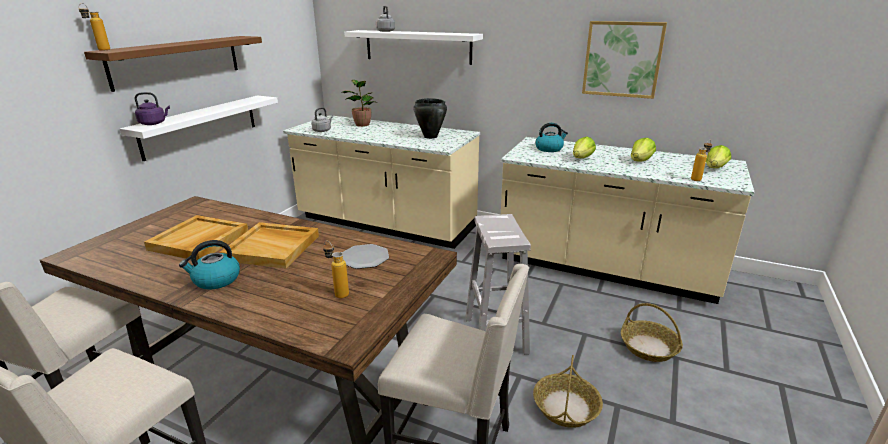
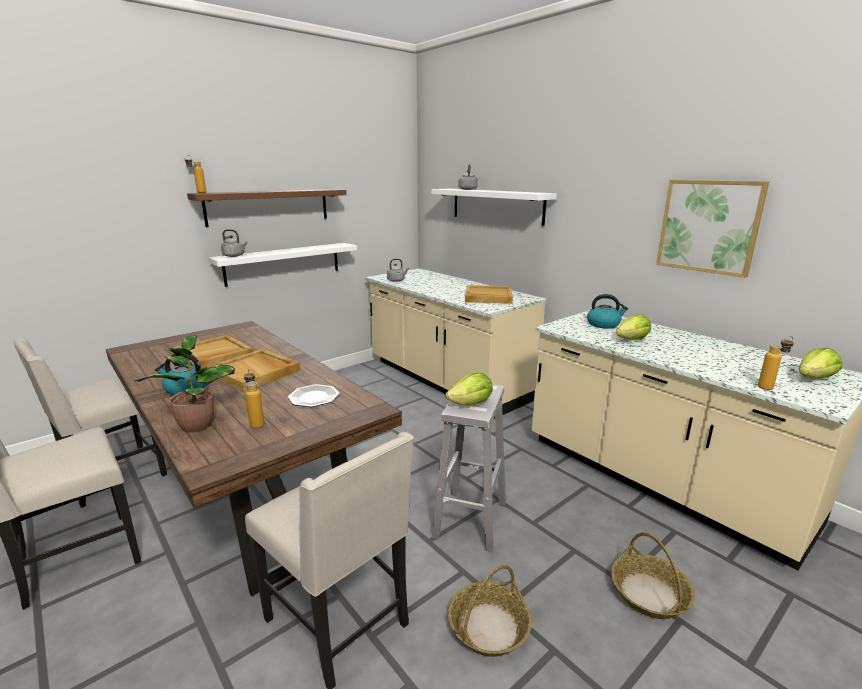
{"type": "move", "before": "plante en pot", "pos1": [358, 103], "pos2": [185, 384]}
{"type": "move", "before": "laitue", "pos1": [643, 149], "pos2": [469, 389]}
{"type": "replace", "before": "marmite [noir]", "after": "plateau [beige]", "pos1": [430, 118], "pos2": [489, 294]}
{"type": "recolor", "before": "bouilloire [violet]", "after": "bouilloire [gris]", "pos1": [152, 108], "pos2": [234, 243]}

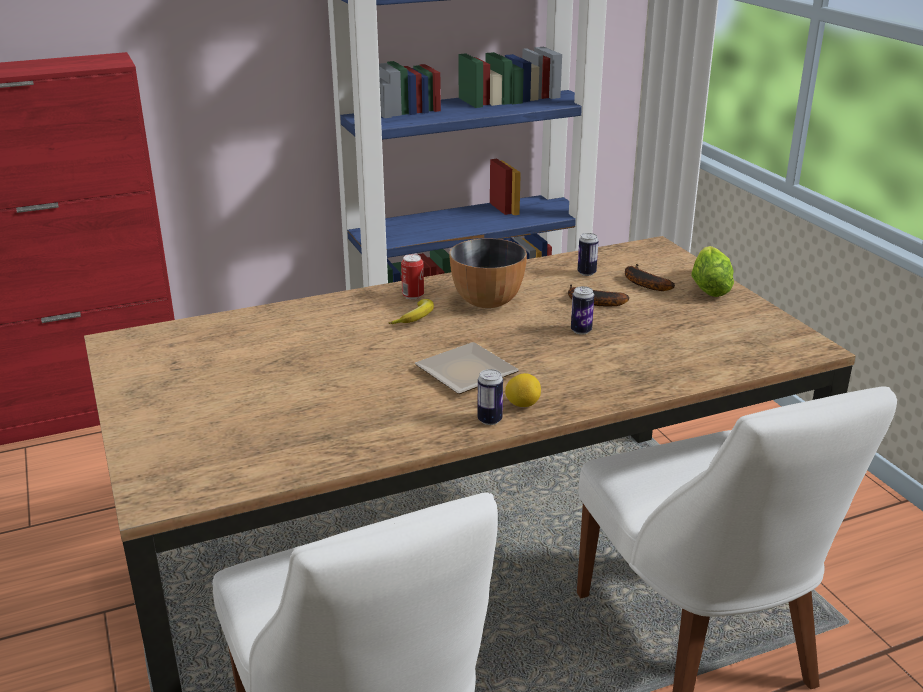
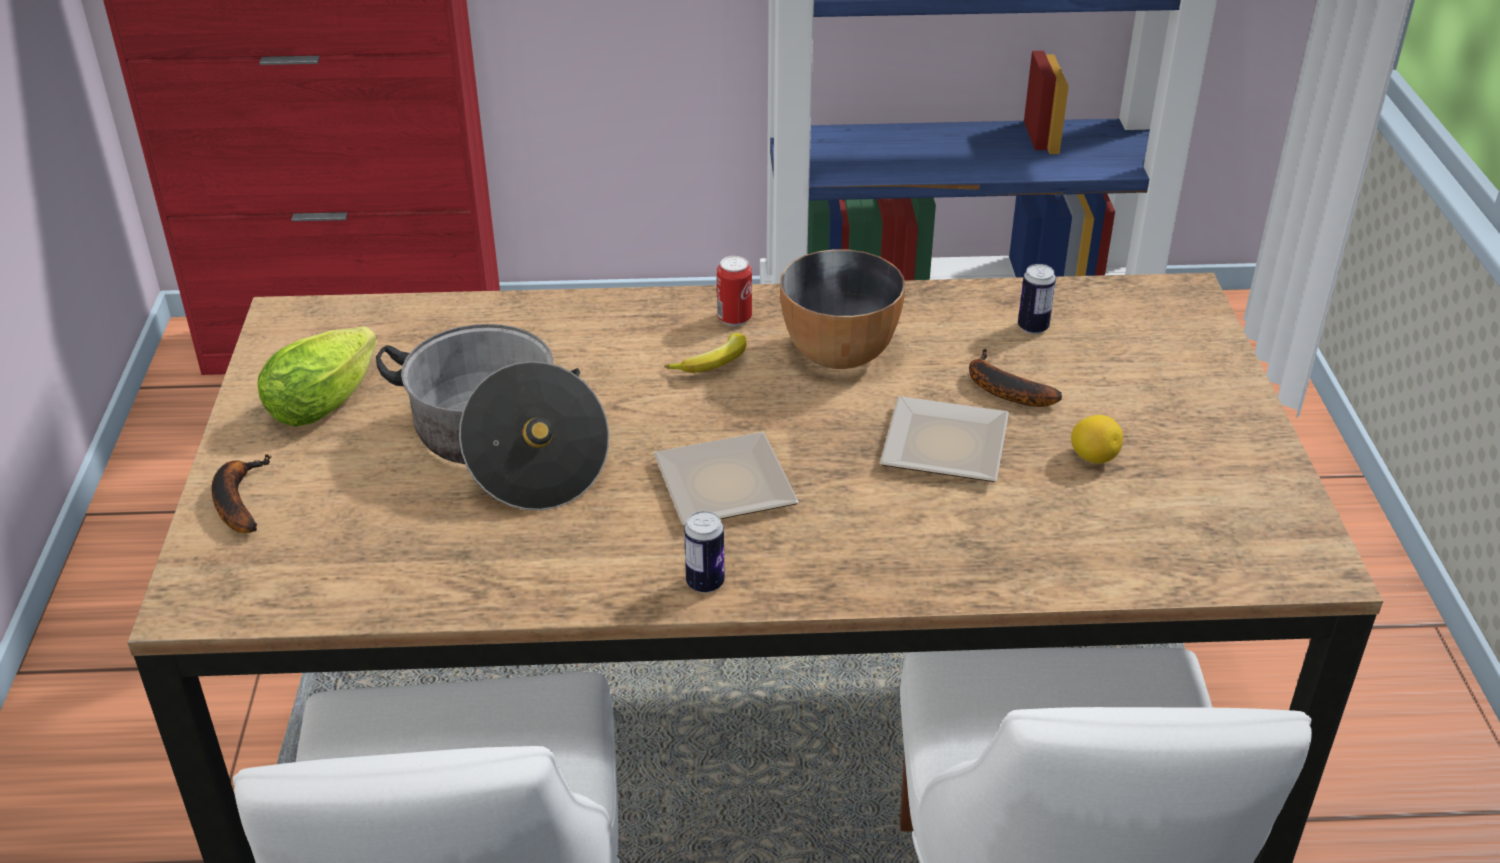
{"type": "insert", "after": "marmite", "pos2": [492, 417]}
{"type": "move", "before": "citron", "pos1": [523, 390], "pos2": [1097, 439]}
{"type": "move", "before": "banane", "pos1": [650, 277], "pos2": [241, 493]}
{"type": "move", "before": "laitue", "pos1": [712, 271], "pos2": [317, 376]}
{"type": "replace", "before": "boîte métallique", "after": "assiette", "pos1": [582, 310], "pos2": [944, 439]}

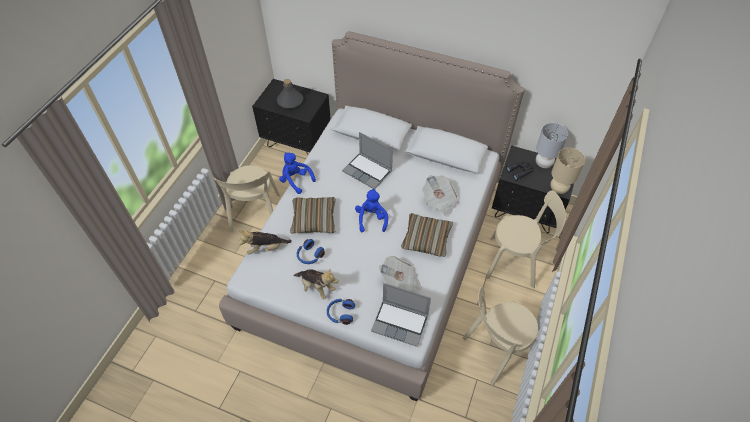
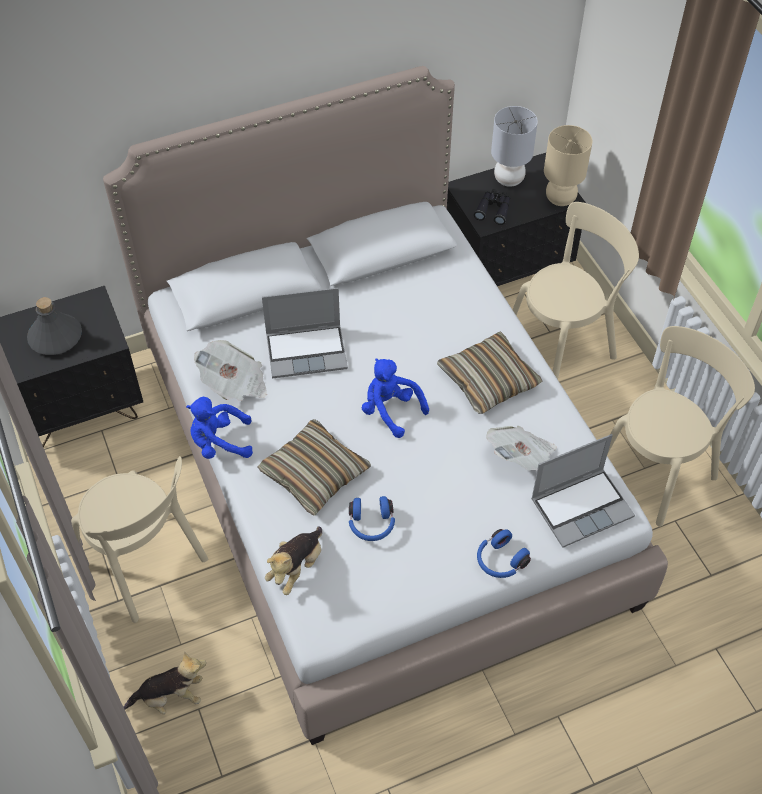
{"type": "move", "before": "peluche", "pos1": [315, 284], "pos2": [165, 683]}
{"type": "move", "before": "journal", "pos1": [440, 196], "pos2": [230, 370]}
{"type": "rotate", "before": "chaise [beige]", "pos1": [500, 336], "pos2": [681, 426], "turn": -150}

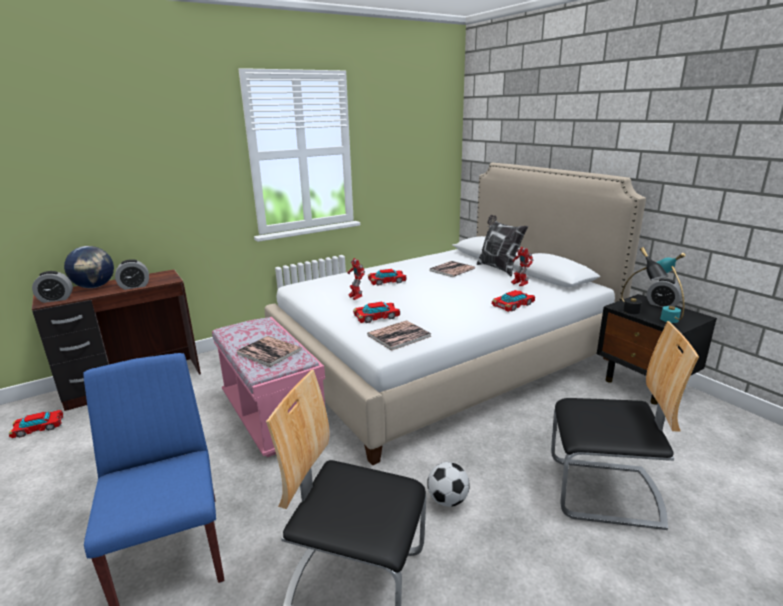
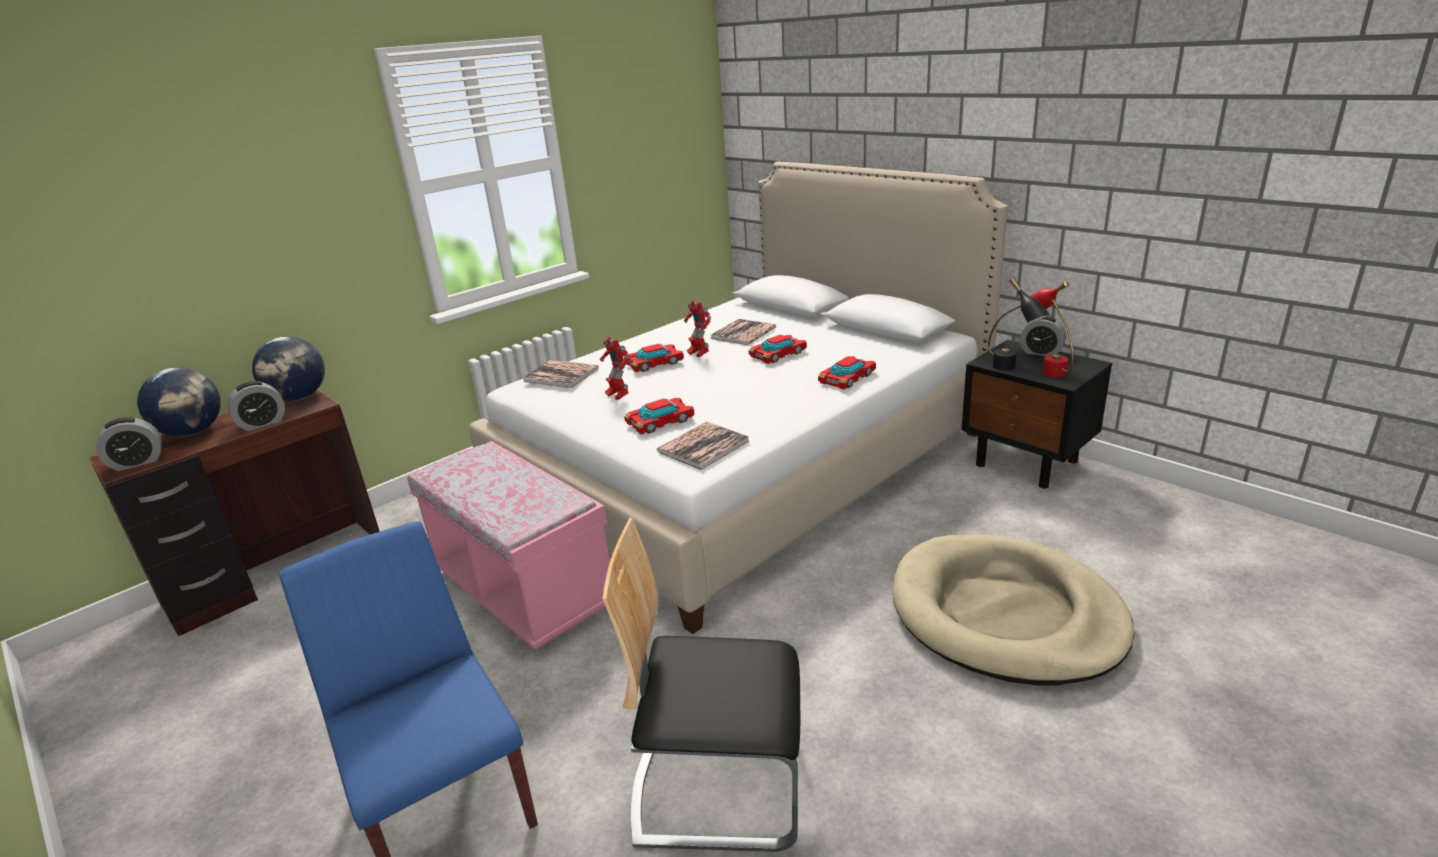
{"type": "delete", "before": "ballon de foot", "pos1": [448, 484]}
{"type": "delete", "before": "coussin", "pos1": [502, 246]}
{"type": "insert", "after": "globe", "pos2": [288, 369]}
{"type": "move", "before": "petite voiture", "pos1": [36, 424], "pos2": [778, 349]}
{"type": "move", "before": "livre", "pos1": [269, 351], "pos2": [561, 374]}
{"type": "move", "before": "robot jouet", "pos1": [522, 266], "pos2": [697, 328]}
{"type": "replace", "before": "chaise", "after": "panier pour chien [beige]", "pos1": [625, 425], "pos2": [1013, 610]}
{"type": "recolor", "before": "lampe de table [turquoise]", "after": "lampe de table [rouge]", "pos1": [671, 288], "pos2": [1052, 329]}

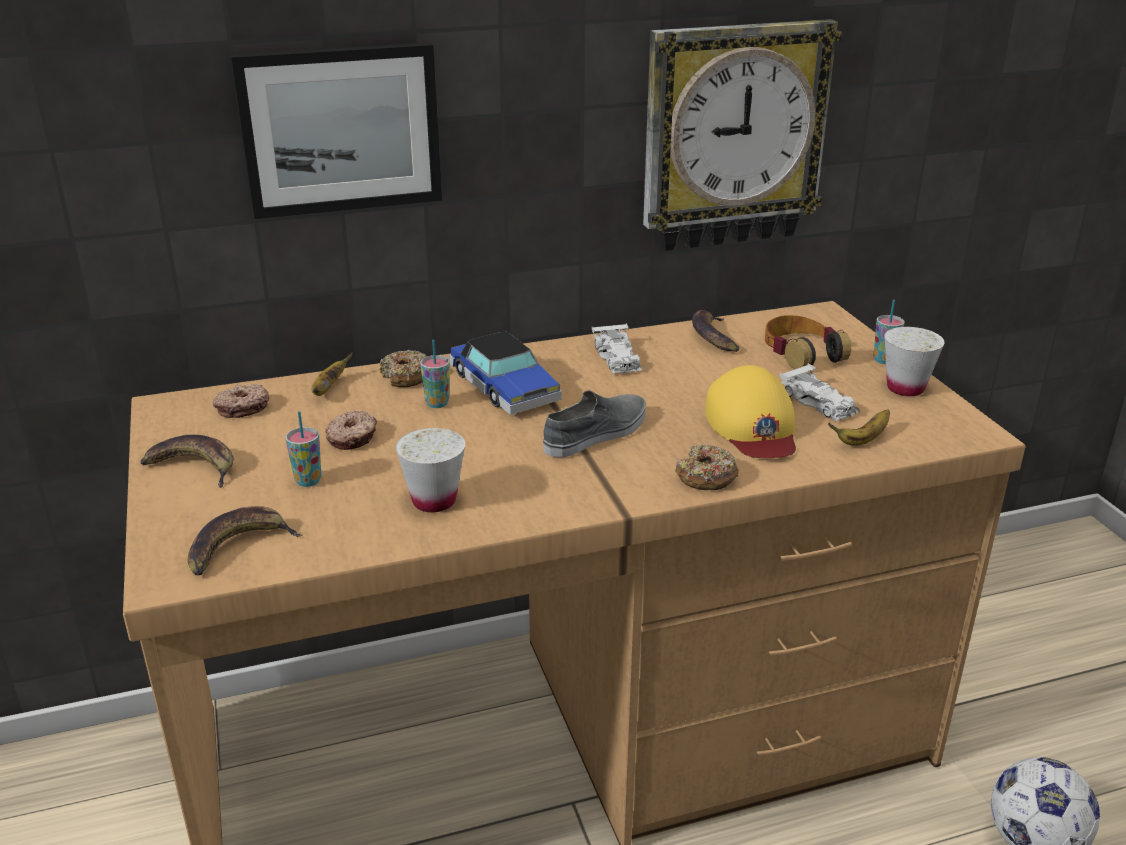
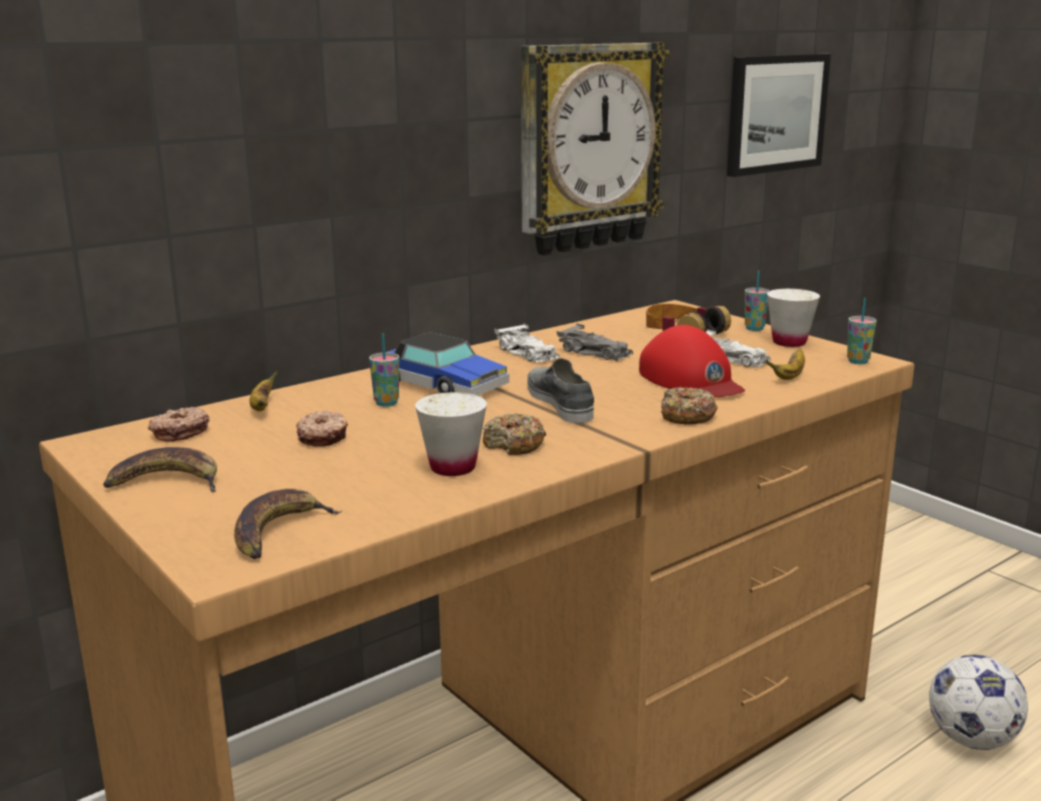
{"type": "delete", "before": "banane", "pos1": [715, 331]}
{"type": "insert", "after": "petite voiture [gris]", "pos2": [595, 342]}
{"type": "move", "before": "tableau", "pos1": [336, 131], "pos2": [779, 115]}
{"type": "move", "before": "tasse", "pos1": [303, 449], "pos2": [862, 331]}
{"type": "move", "before": "beignet", "pos1": [403, 368], "pos2": [514, 434]}
{"type": "recolor", "before": "casquette [jaune]", "after": "casquette [rouge]", "pos1": [750, 411], "pos2": [692, 361]}
{"type": "rotate", "before": "chaussure [gris]", "pos1": [594, 424], "pos2": [561, 391], "turn": -45}

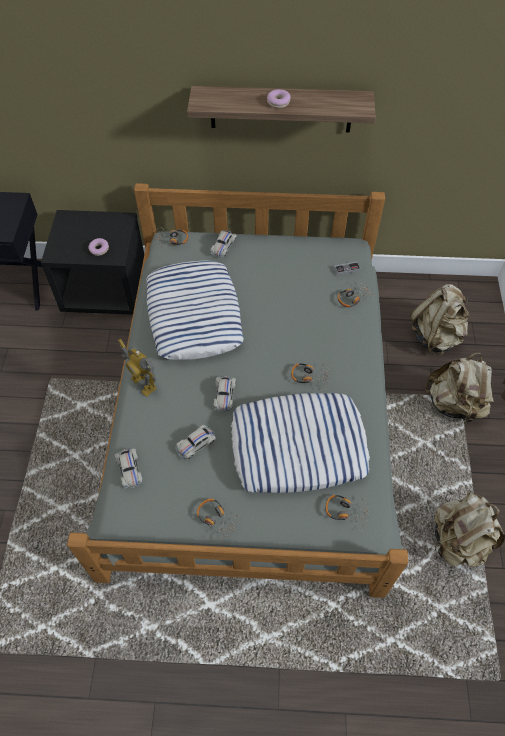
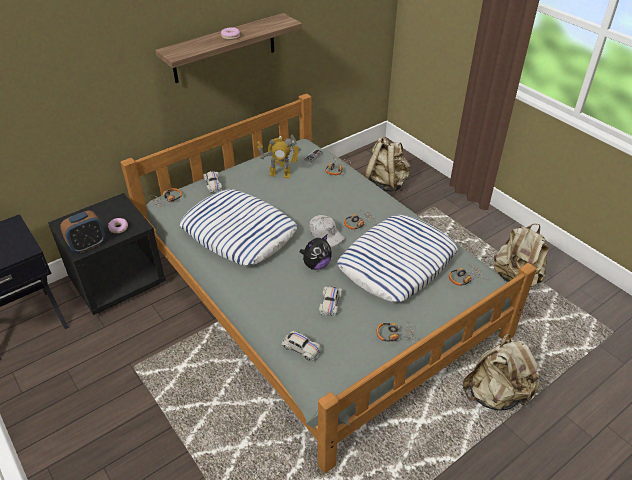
{"type": "insert", "after": "réveil", "pos2": [82, 232]}
{"type": "insert", "after": "casquette [blanc]", "pos2": [326, 231]}
{"type": "move", "before": "robot jouet", "pos1": [137, 368], "pos2": [279, 156]}
{"type": "move", "before": "sac à dos [beige]", "pos1": [459, 388], "pos2": [501, 372]}
{"type": "replace", "before": "petite voiture [blanc]", "after": "peluche", "pos1": [224, 393], "pos2": [315, 252]}

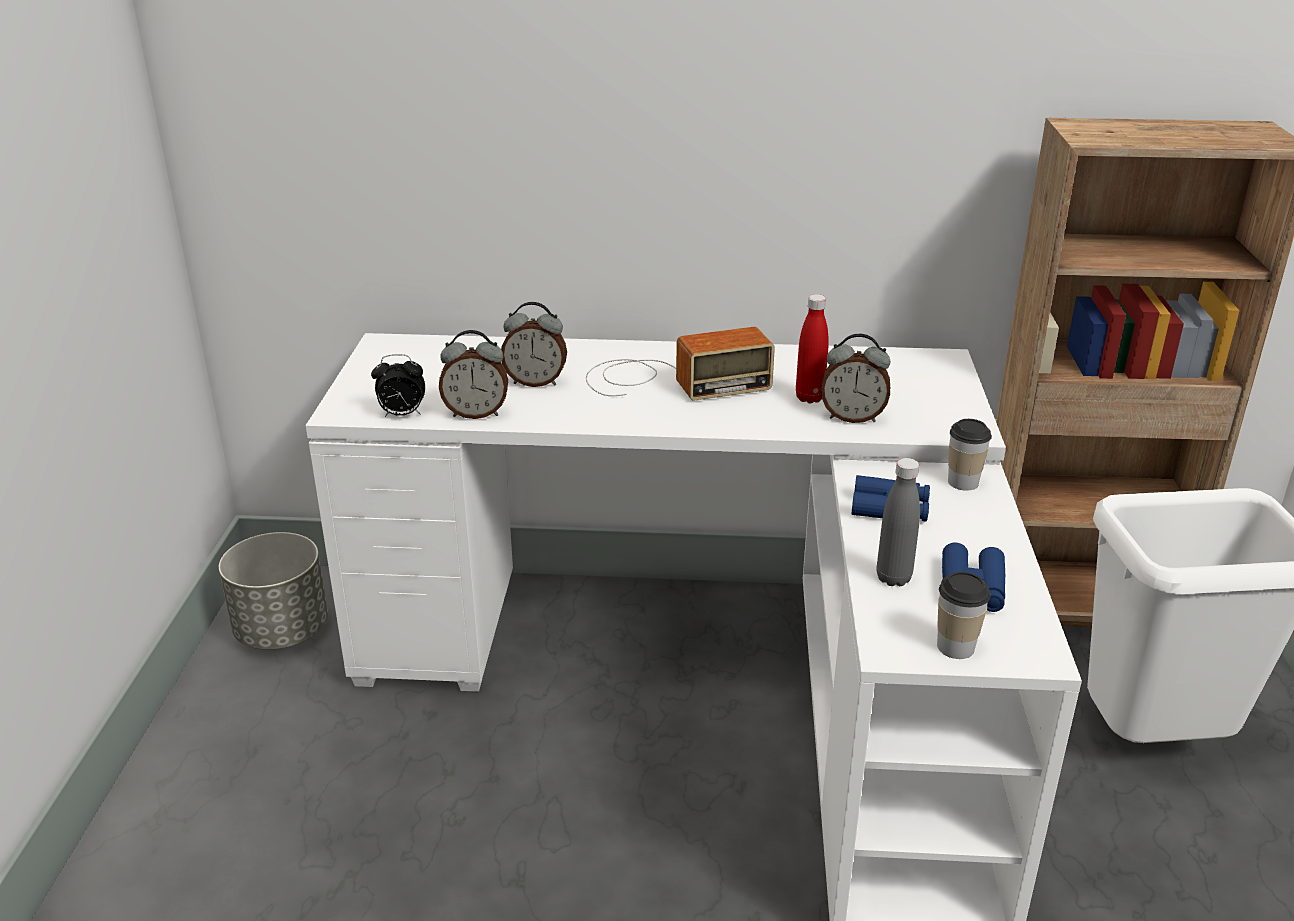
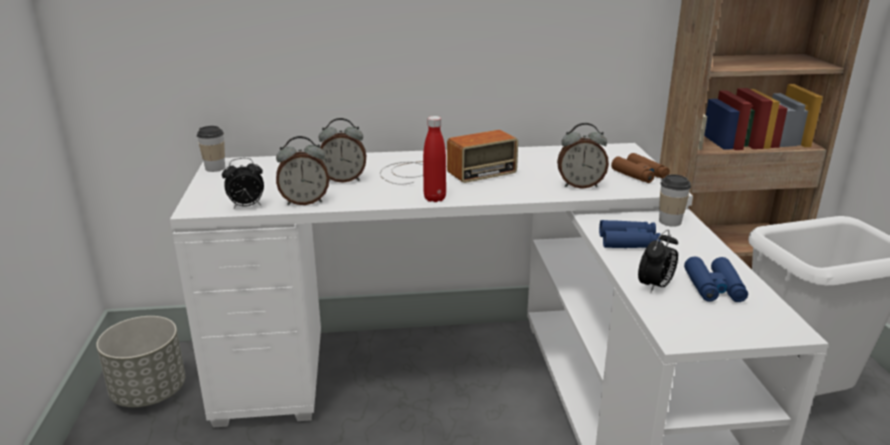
{"type": "insert", "after": "jumelles [marron]", "pos2": [640, 168]}
{"type": "move", "before": "bouteille [rouge]", "pos1": [812, 348], "pos2": [434, 159]}
{"type": "move", "before": "tasse", "pos1": [964, 615], "pos2": [211, 149]}
{"type": "replace", "before": "bouteille [gris]", "after": "réveil", "pos1": [898, 522], "pos2": [658, 261]}

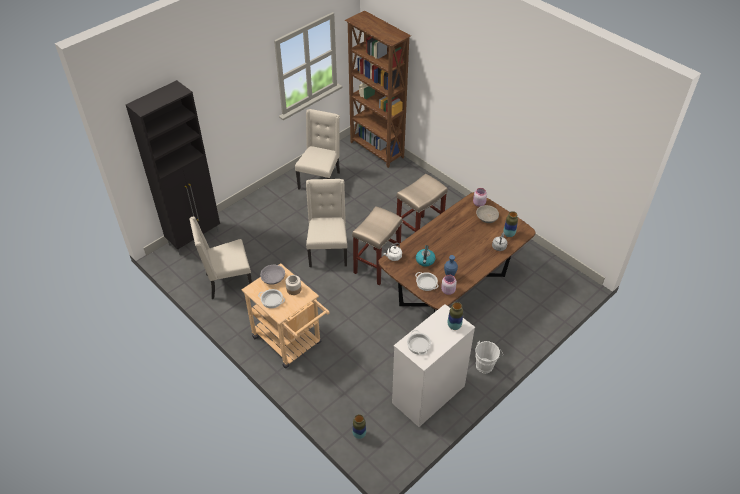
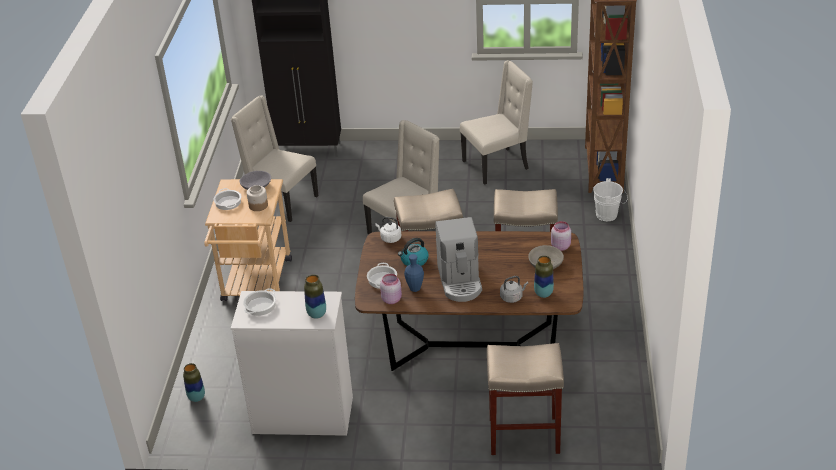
{"type": "insert", "after": "machine à café", "pos2": [458, 259]}
{"type": "insert", "after": "tabouret [beige]", "pos2": [525, 399]}
{"type": "move", "before": "seau [blanc]", "pos1": [489, 357], "pos2": [610, 199]}

